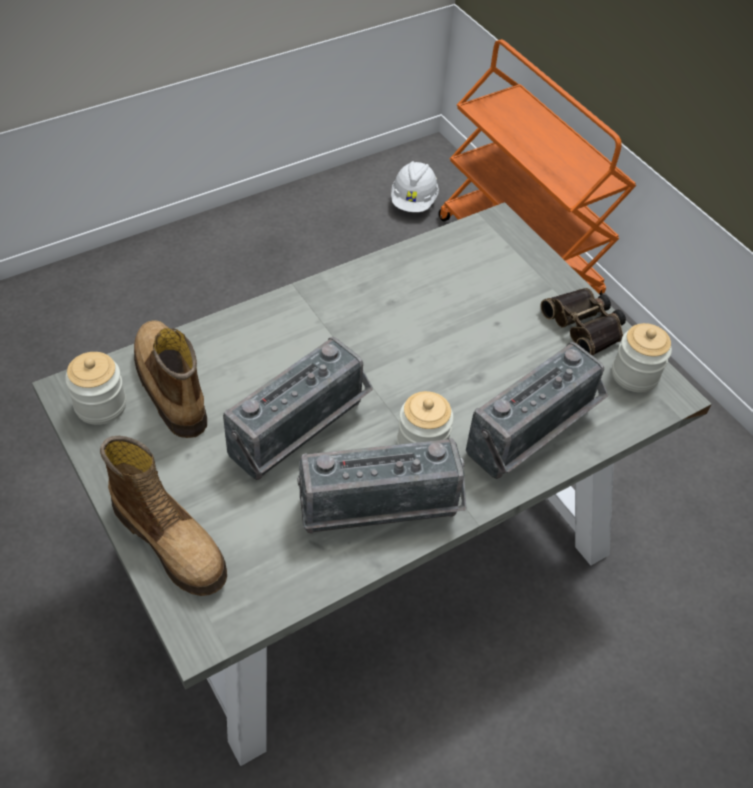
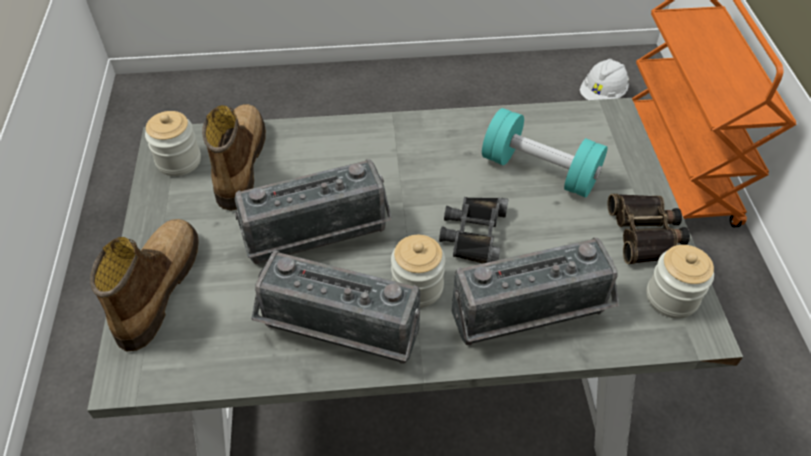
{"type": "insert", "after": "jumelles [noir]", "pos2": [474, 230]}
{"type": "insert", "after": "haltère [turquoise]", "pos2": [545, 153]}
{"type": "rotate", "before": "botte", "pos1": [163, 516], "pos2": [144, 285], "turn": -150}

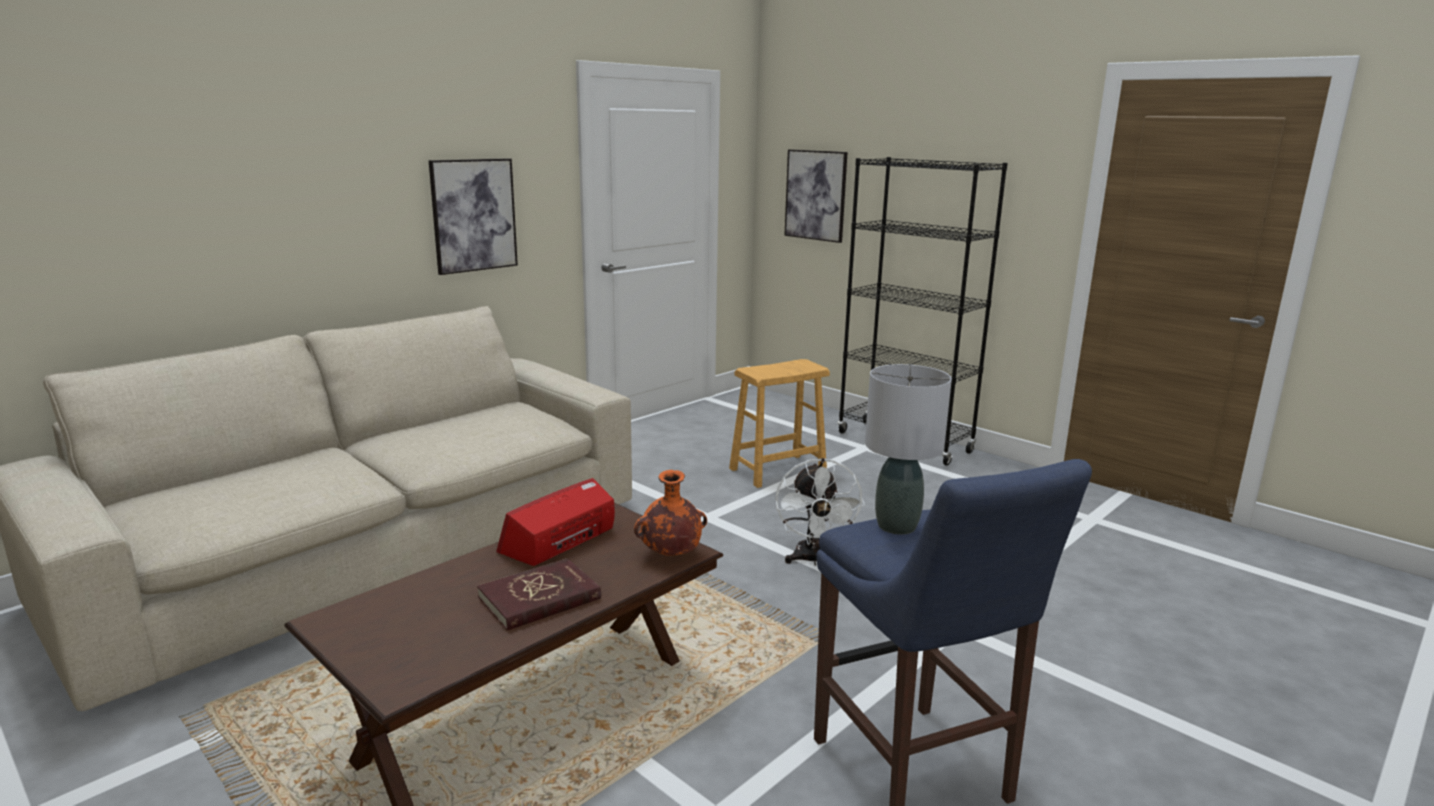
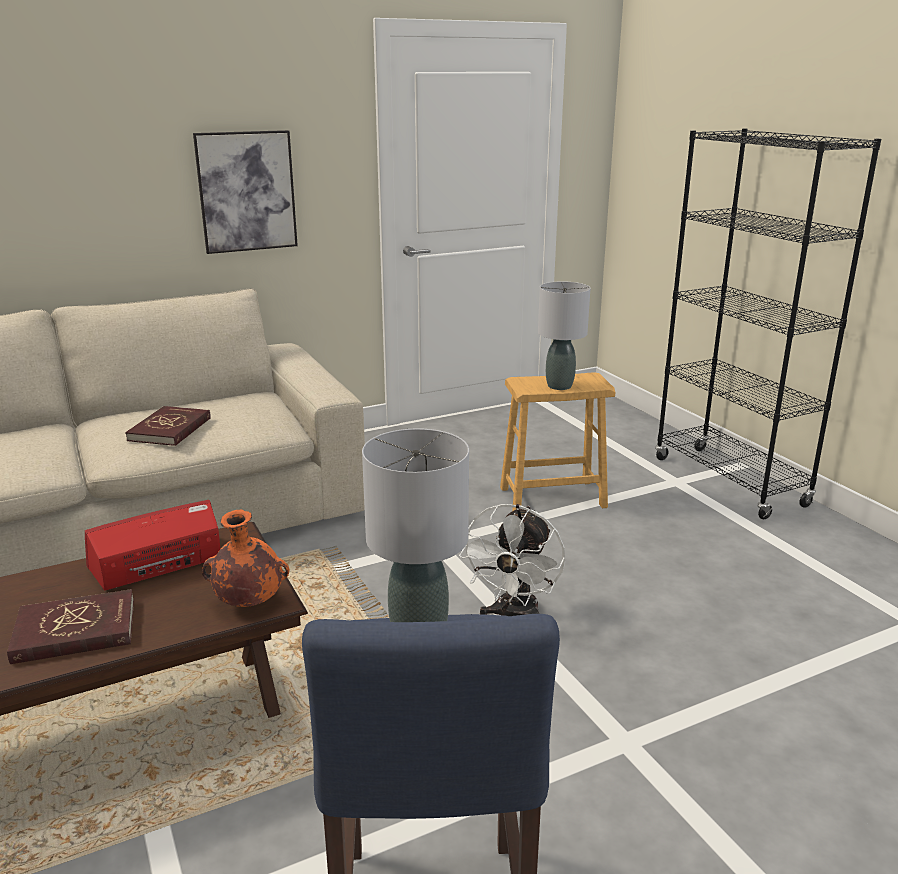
{"type": "delete", "before": "tableau", "pos1": [816, 196]}
{"type": "insert", "after": "livre [rouge]", "pos2": [168, 426]}
{"type": "insert", "after": "lampe de table [gris]", "pos2": [564, 335]}

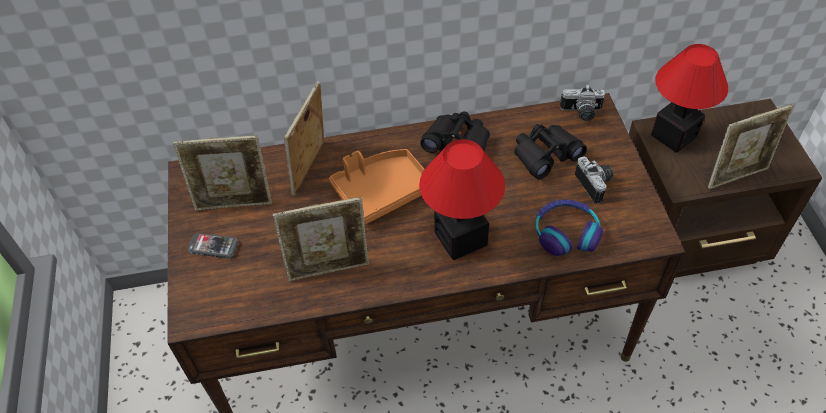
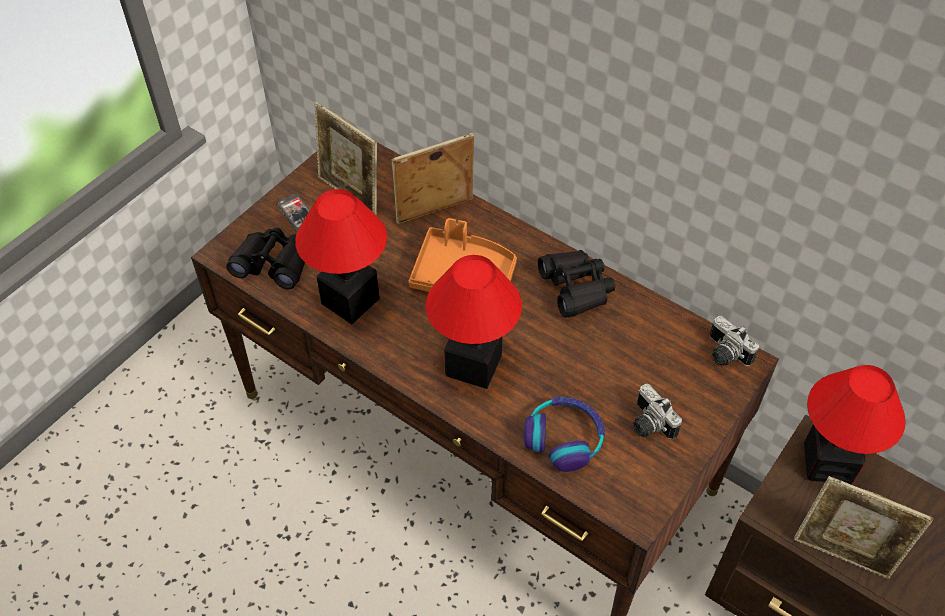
{"type": "move", "before": "jumelles [noir]", "pos1": [550, 152], "pos2": [265, 258]}
{"type": "replace", "before": "cadre photo", "after": "lampe de table", "pos1": [321, 239], "pos2": [341, 256]}
{"type": "rotate", "before": "appareil photo", "pos1": [594, 180], "pos2": [657, 412], "turn": 120}

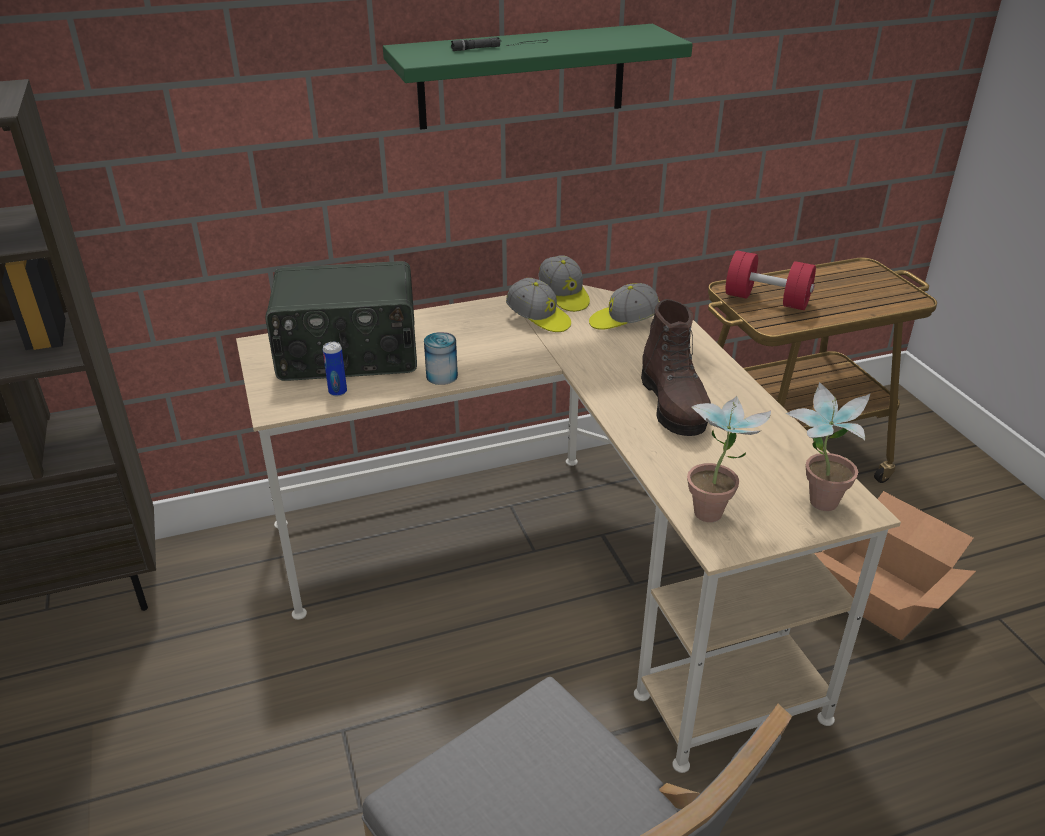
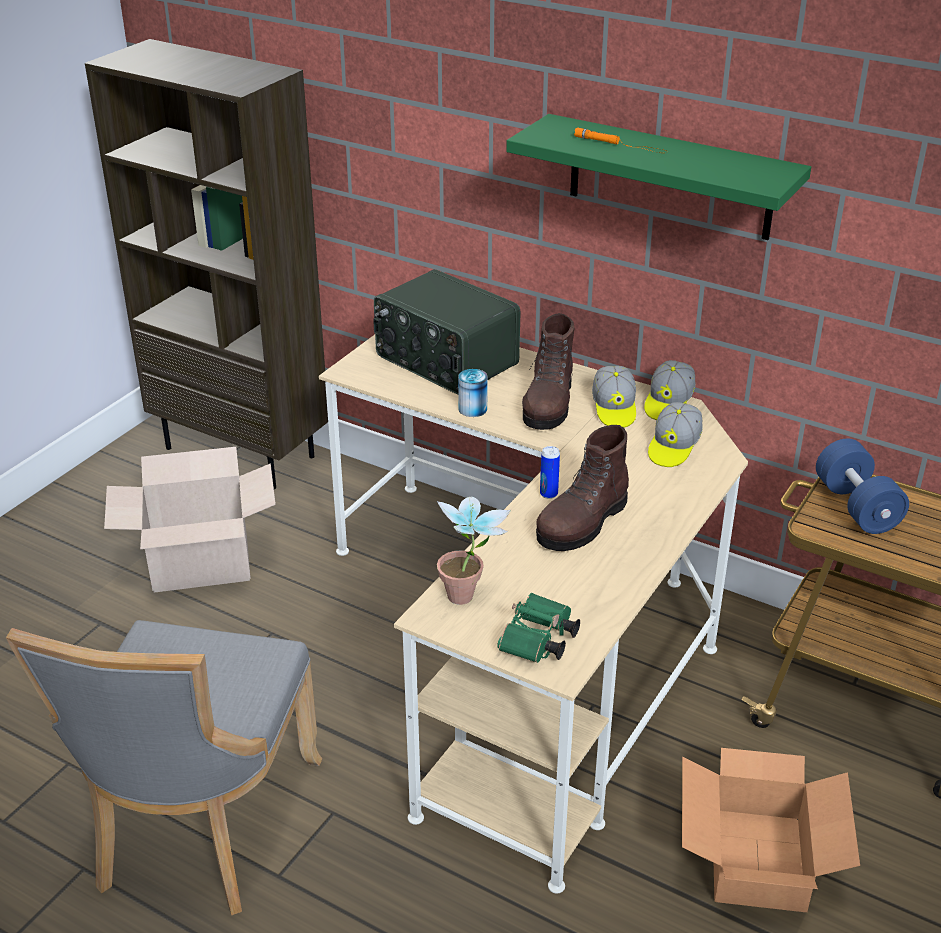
{"type": "insert", "after": "carton", "pos2": [190, 520]}
{"type": "insert", "after": "botte [marron]", "pos2": [548, 371]}
{"type": "move", "before": "boîte métallique", "pos1": [335, 369], "pos2": [550, 472]}
{"type": "replace", "before": "plante en pot", "after": "jumelles [vert]", "pos1": [828, 446], "pos2": [538, 628]}
{"type": "recolor", "before": "lampe de poche [noir]", "after": "lampe de poche [orange]", "pos1": [499, 44], "pos2": [620, 140]}
{"type": "recolor", "before": "haltère [rouge]", "after": "haltère [bleu]", "pos1": [771, 280], "pos2": [862, 486]}
{"type": "rotate", "before": "casquette", "pos1": [624, 306], "pos2": [675, 434], "turn": -105}

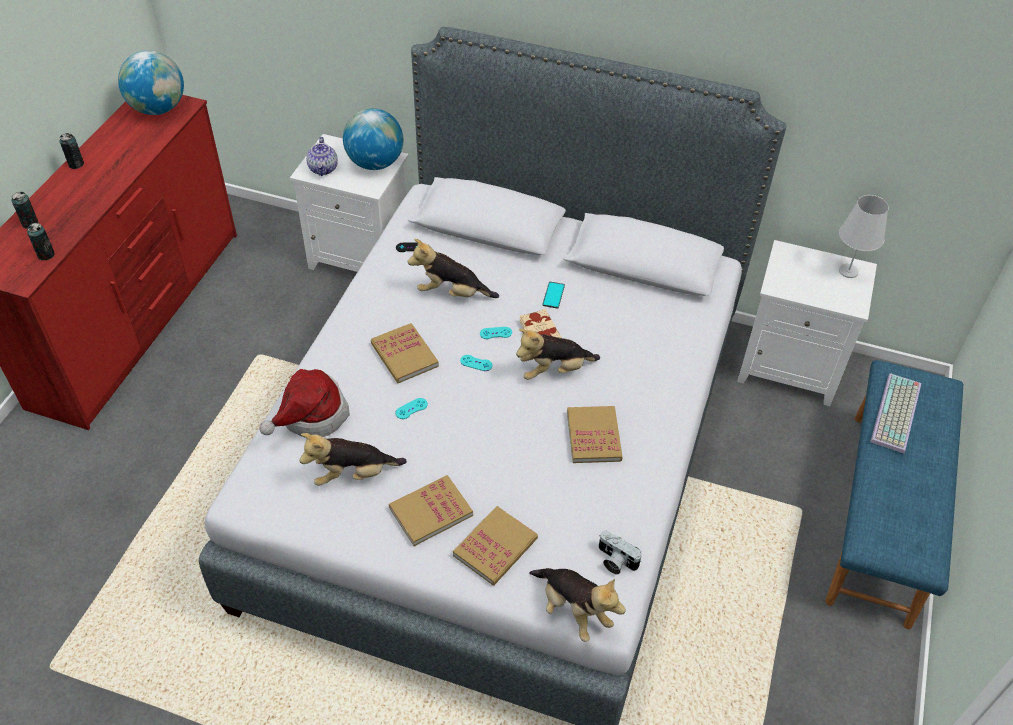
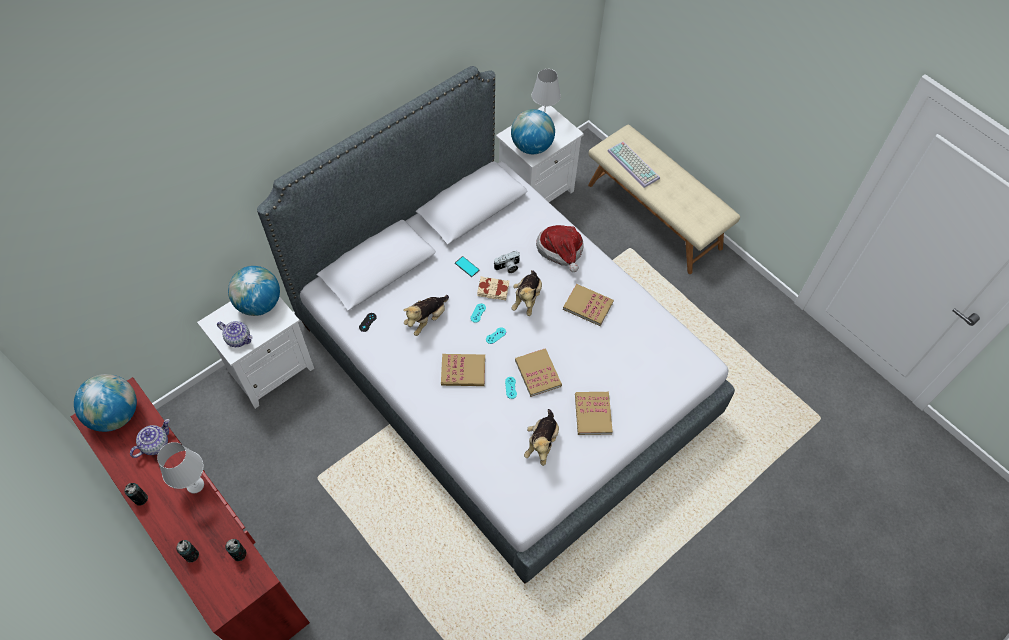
{"type": "delete", "before": "peluche", "pos1": [577, 605]}
{"type": "insert", "after": "théière", "pos2": [149, 438]}
{"type": "insert", "after": "lampe de table [blanc]", "pos2": [180, 468]}
{"type": "insert", "after": "globe", "pos2": [533, 131]}
{"type": "move", "before": "chapeau", "pos1": [304, 403], "pos2": [560, 248]}
{"type": "move", "before": "livre", "pos1": [495, 545], "pos2": [538, 373]}
{"type": "move", "before": "appareil photo", "pos1": [620, 552], "pos2": [507, 262]}
{"type": "recolor", "before": "banc [bleu]", "after": "banc [beige]", "pos1": [894, 494], "pos2": [664, 199]}

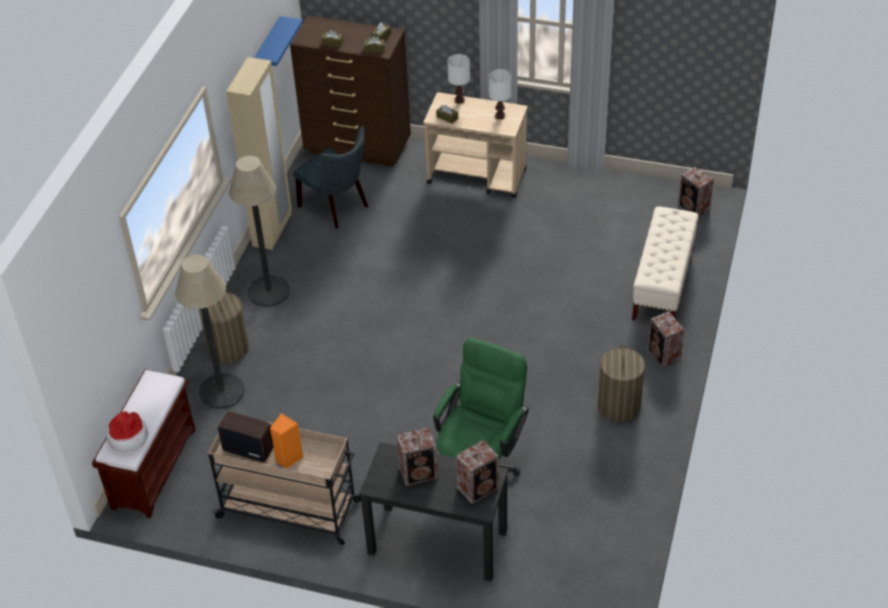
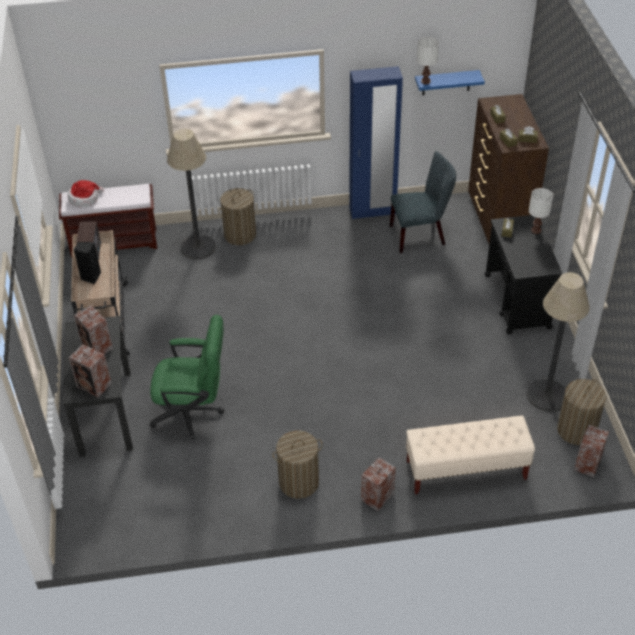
{"type": "insert", "after": "panier à linge", "pos2": [581, 412]}
{"type": "move", "before": "lampadaire", "pos1": [260, 231], "pos2": [558, 341]}
{"type": "move", "before": "lampe de table [blanc]", "pos1": [500, 94], "pos2": [428, 61]}
{"type": "recolor", "before": "armoire [beige]", "after": "armoire [bleu]", "pos1": [259, 153], "pos2": [376, 142]}
{"type": "recolor", "before": "enceinte [orange]", "after": "enceinte [noir]", "pos1": [287, 441], "pos2": [87, 263]}
{"type": "recolor", "before": "chariot [beige]", "after": "chariot [noir]", "pos1": [475, 145], "pos2": [523, 274]}
{"type": "rotate", "before": "chaise [gris]", "pos1": [330, 177], "pos2": [423, 202], "turn": -120}

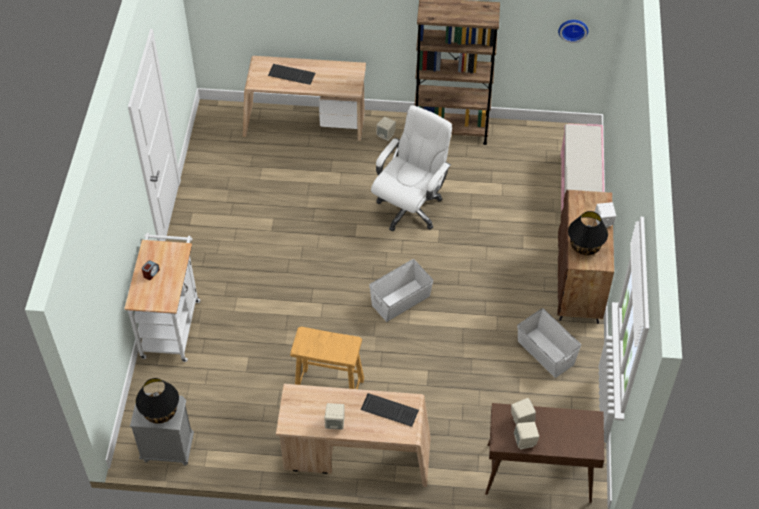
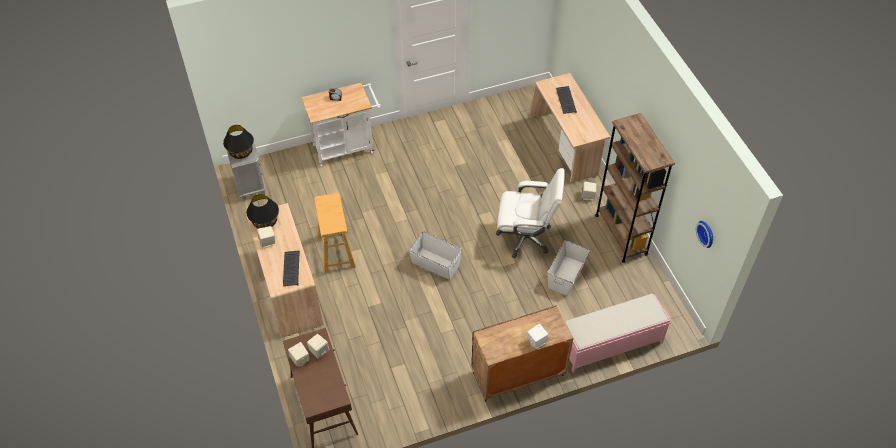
{"type": "move", "before": "boîte de rangement [blanc]", "pos1": [549, 343], "pos2": [568, 268]}
{"type": "move", "before": "lampe de table [noir]", "pos1": [588, 233], "pos2": [262, 211]}

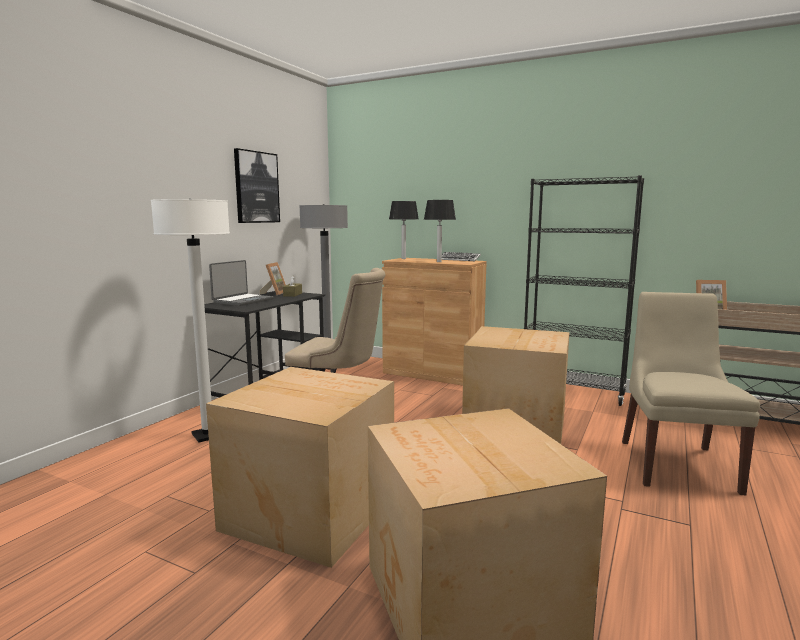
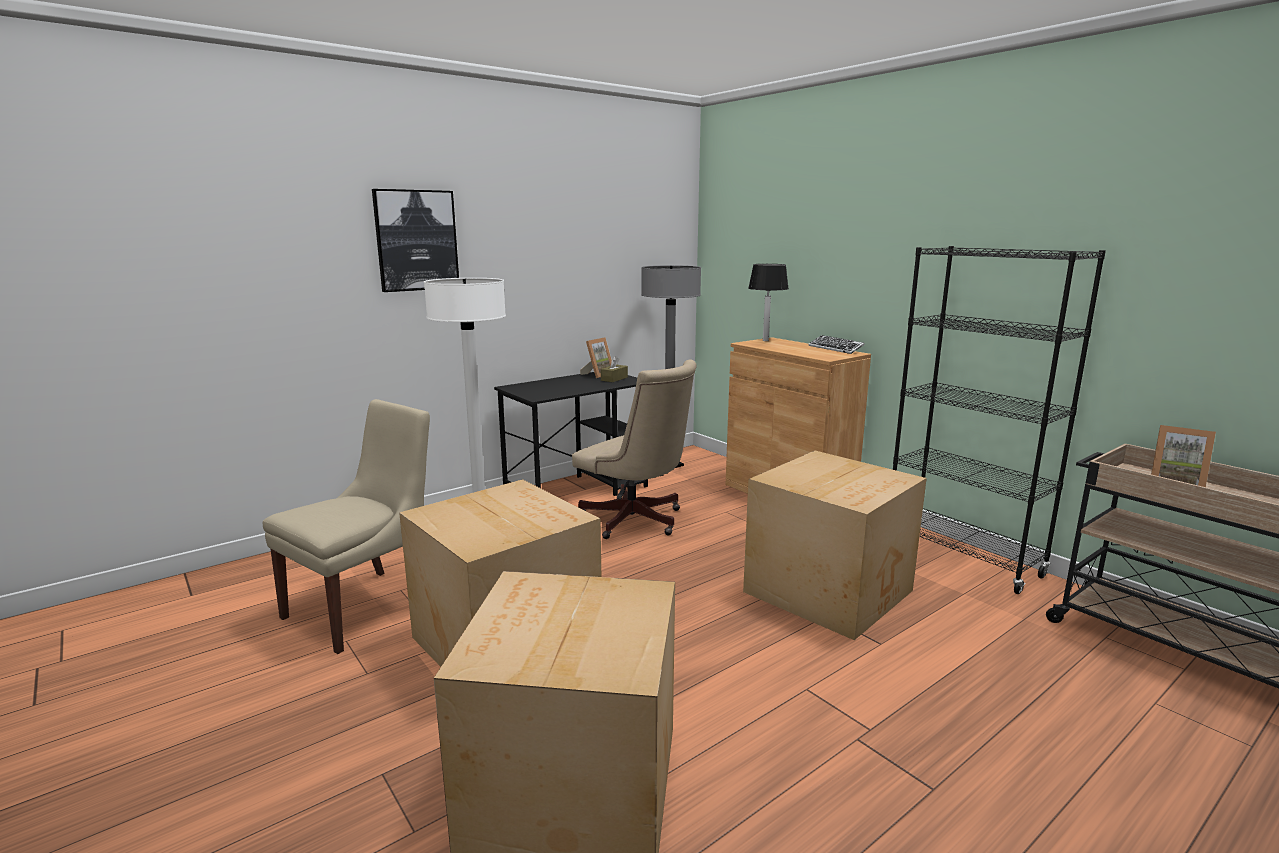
{"type": "delete", "before": "ordinateur portable", "pos1": [241, 283]}
{"type": "delete", "before": "lampe de table", "pos1": [440, 231]}
{"type": "move", "before": "tableau", "pos1": [257, 185], "pos2": [415, 240]}
{"type": "move", "before": "chaise [beige]", "pos1": [691, 394], "pos2": [346, 526]}

